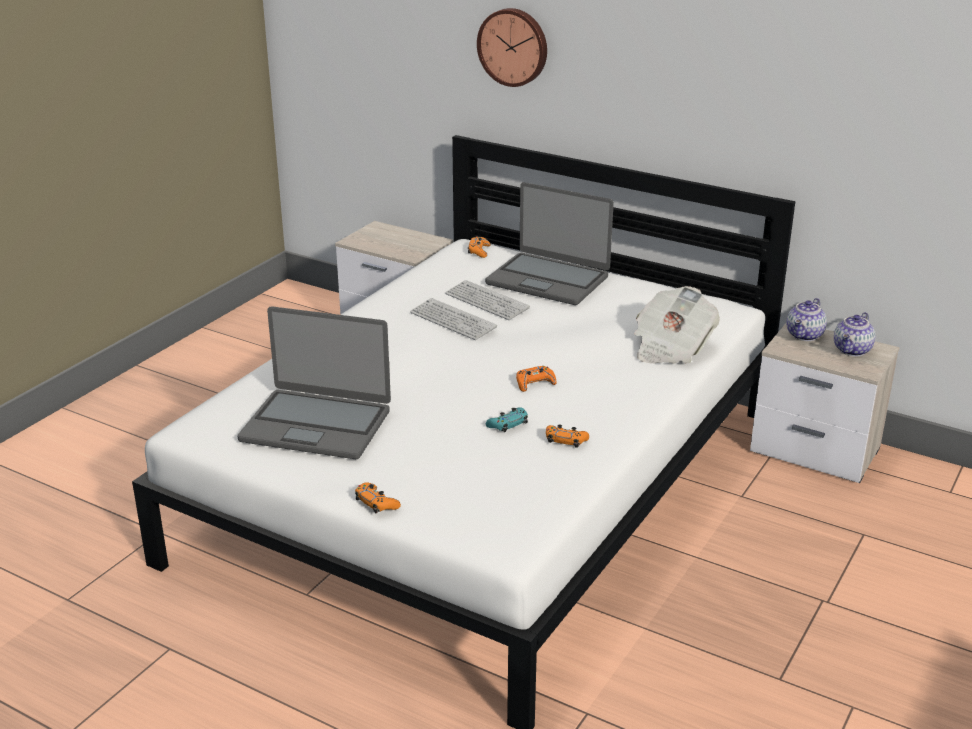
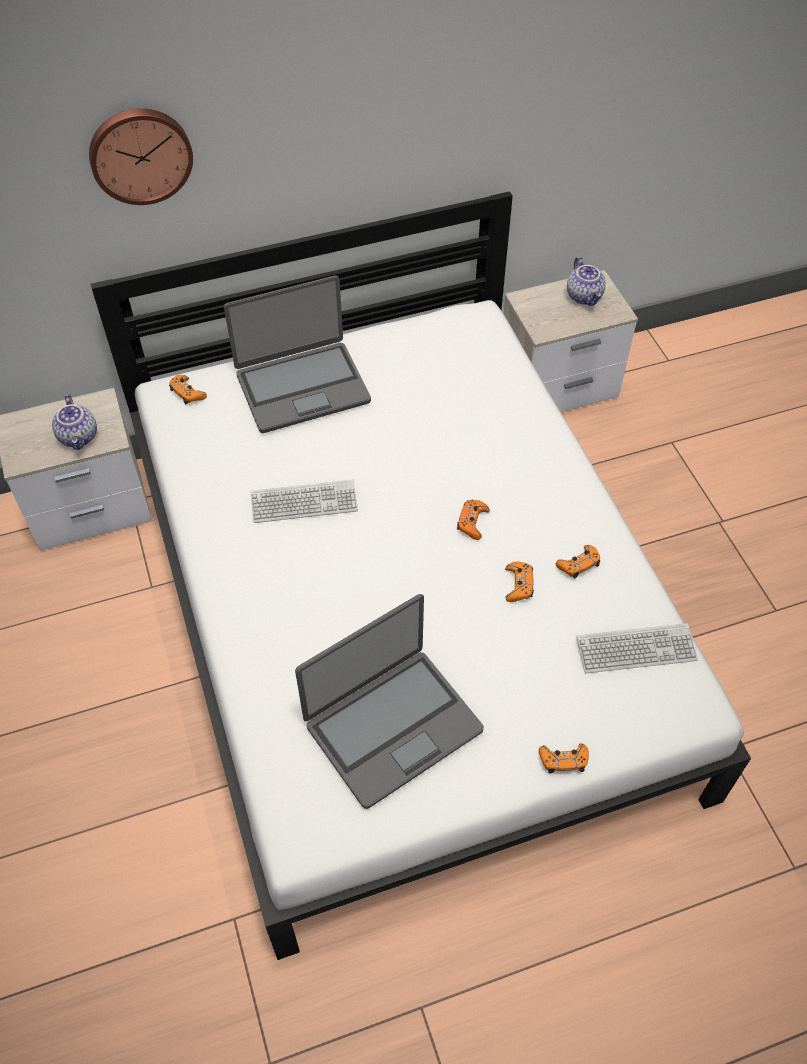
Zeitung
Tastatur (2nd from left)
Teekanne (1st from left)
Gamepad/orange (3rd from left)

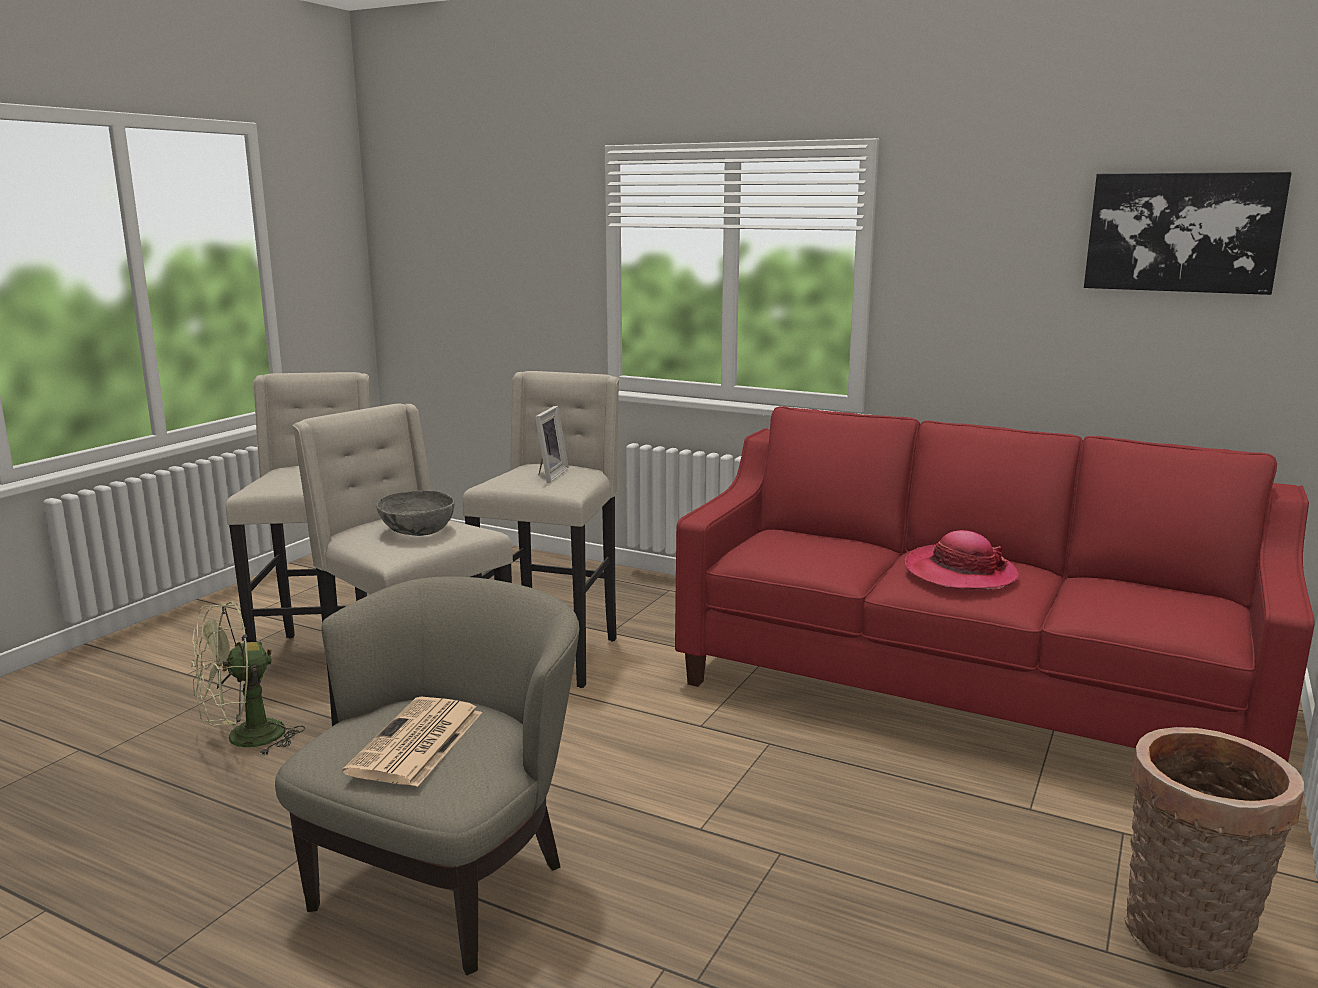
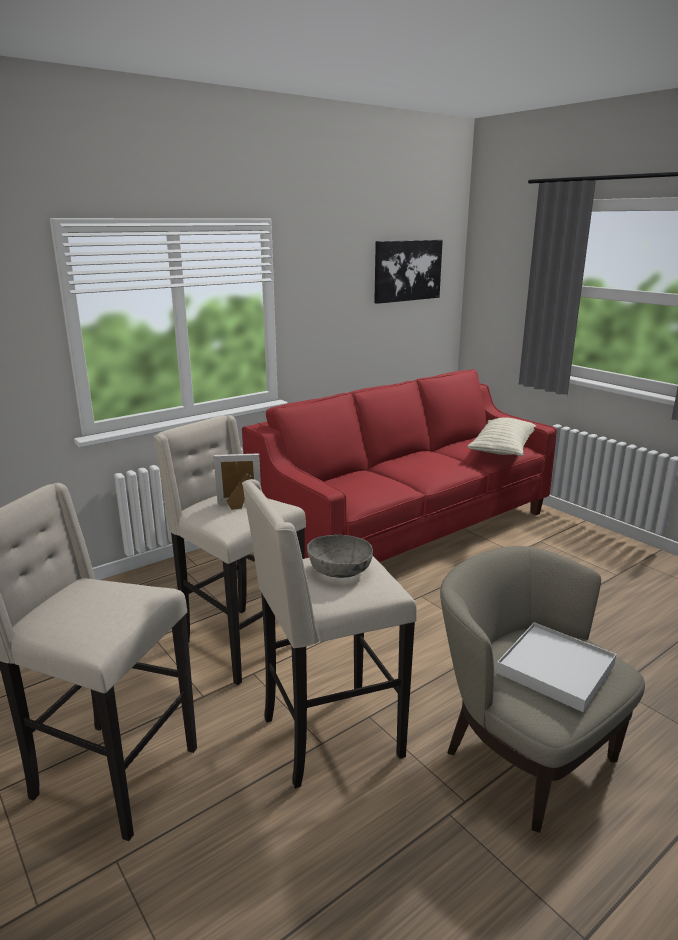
Ventilator/grün
Hut
Korb
Kissen
Tablett/weiß
Bilderrahmen

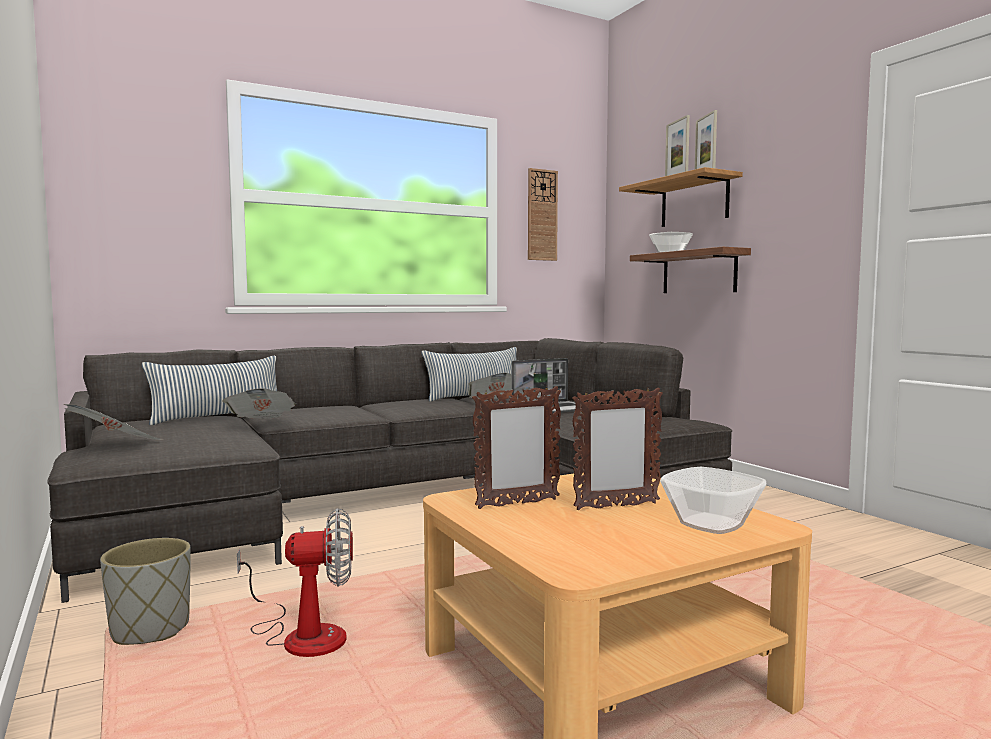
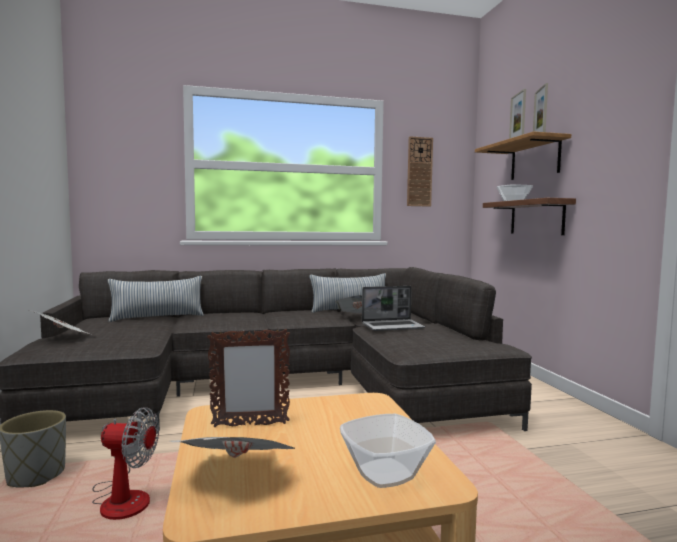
Bilderrahmen (2nd from left in the first image)
Zeitung (2nd from left)

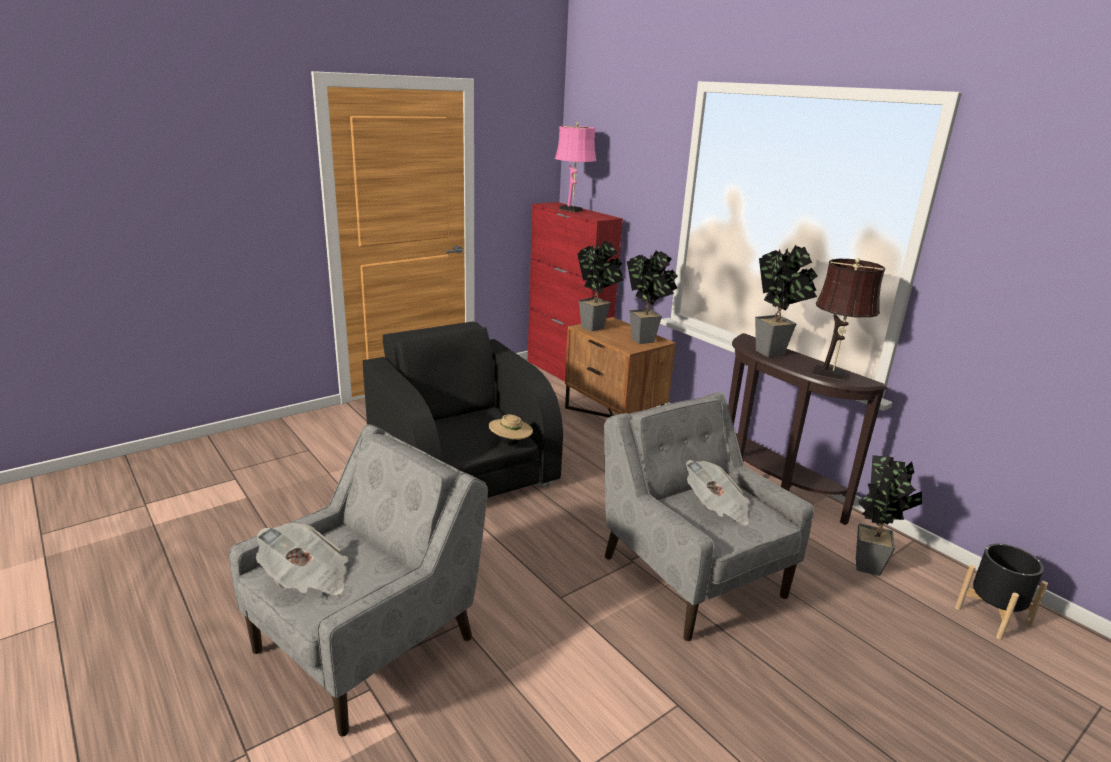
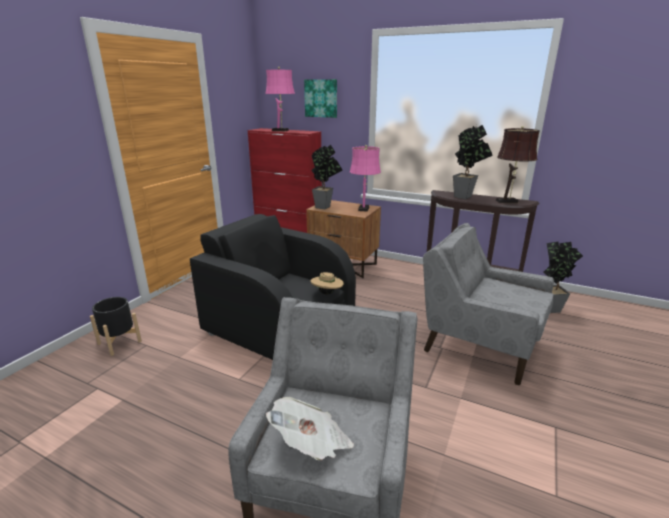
Zeitung (2nd from left in the first image)
Bild
Pflanzkübel/schwarz
Tischlampe/rosa (2nd from left)

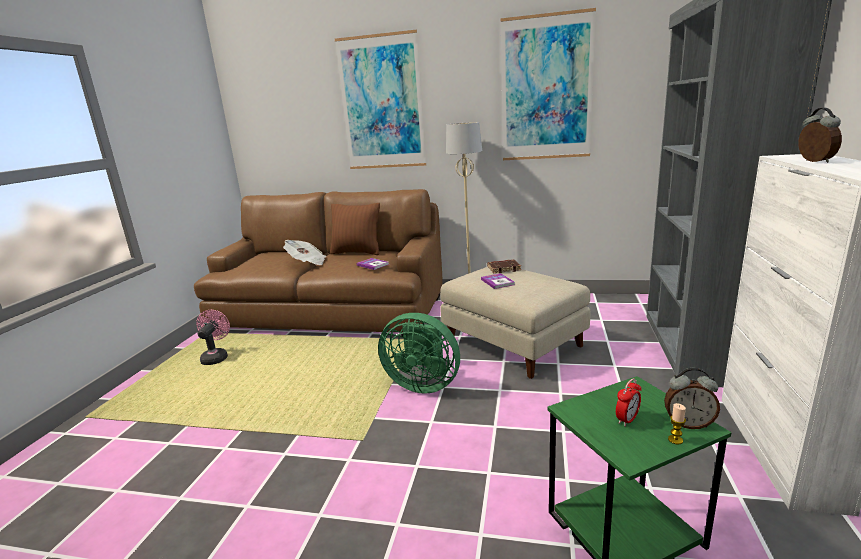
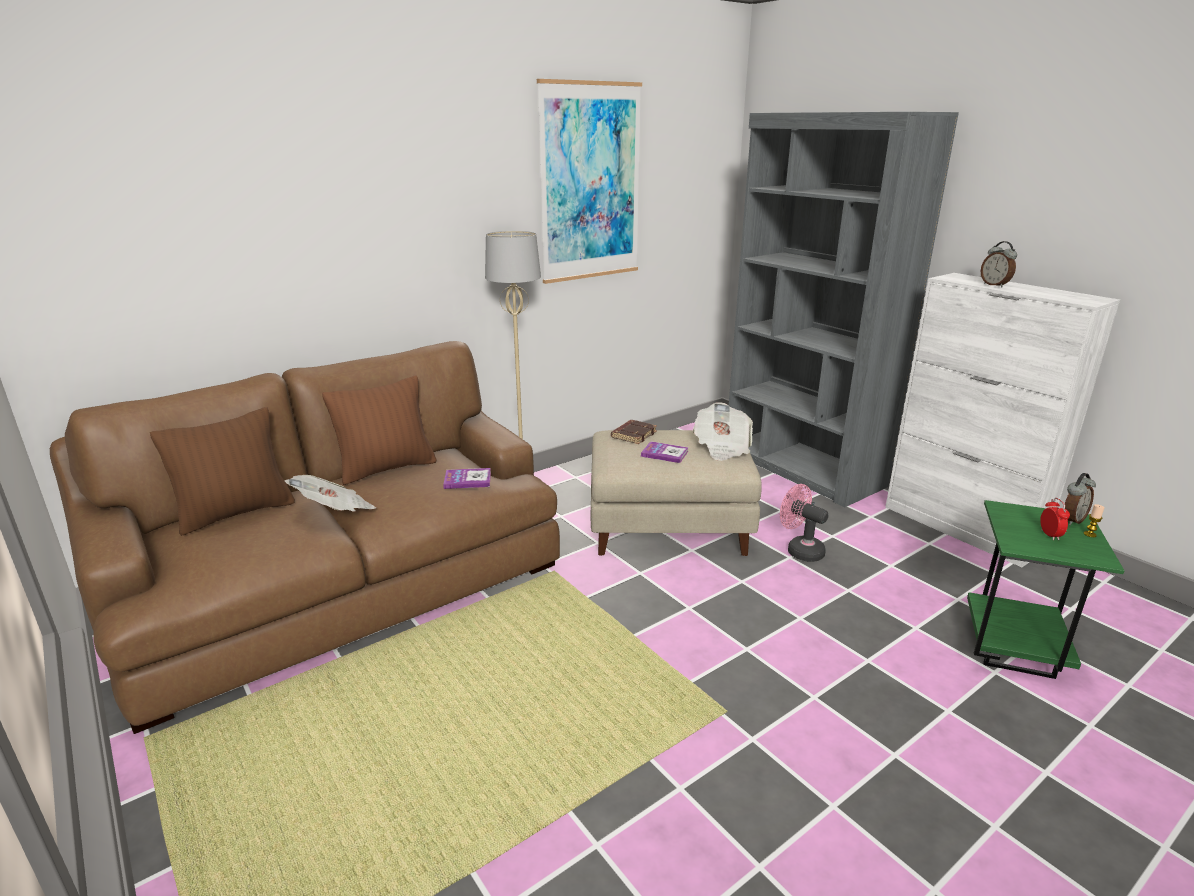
Bild (1st from left in the first image)
Ventilator/grün
Kissen/braun (1st from left)
Zeitung (2nd from left)
Ventilator/rosa
Wecker (1st from left)

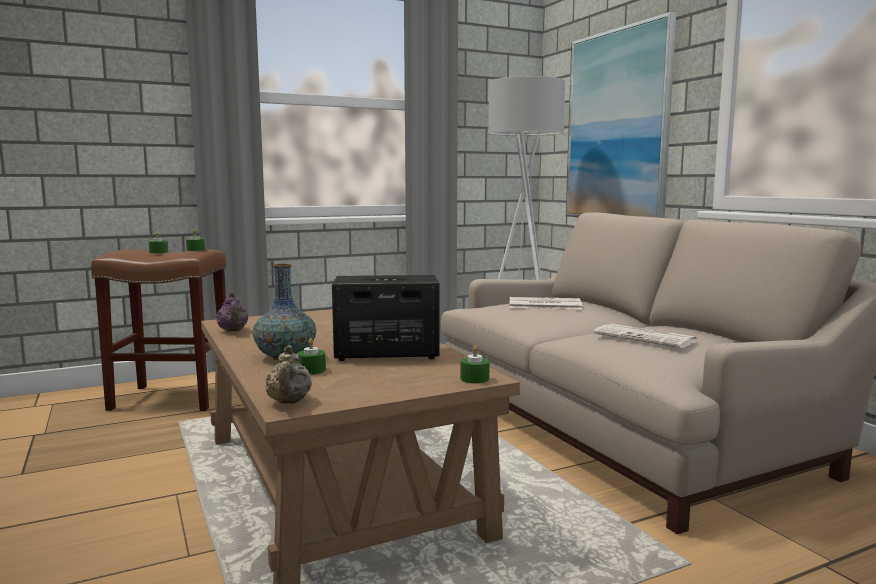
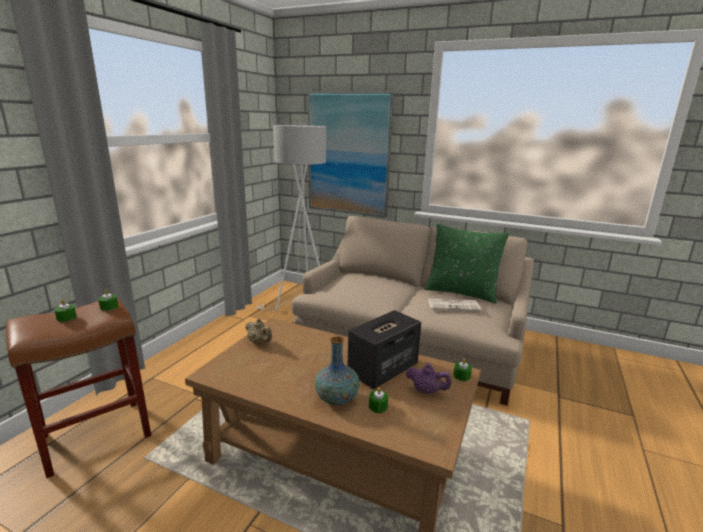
Zeitung (1st from left in the first image)
Kissen/grün
Teekanne/lila
Teekanne/beige

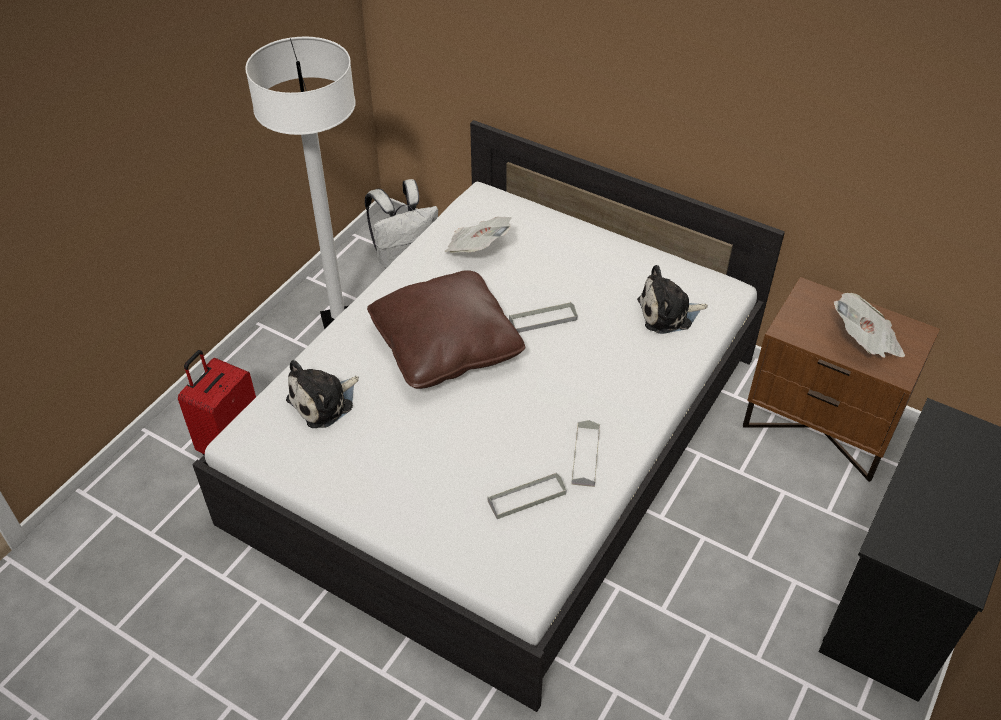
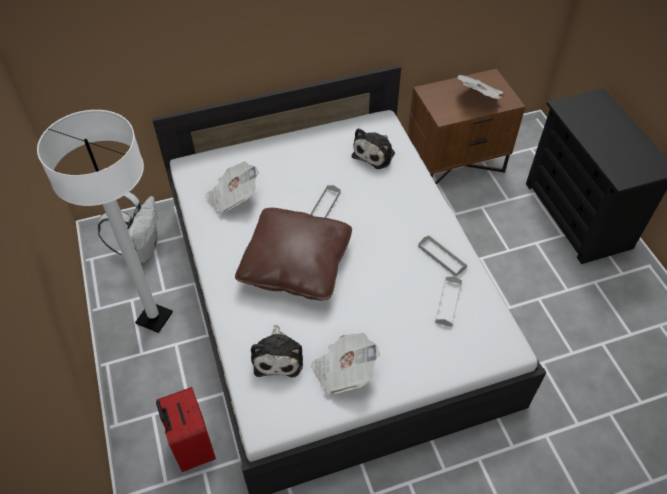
Zeitung (2nd from left)

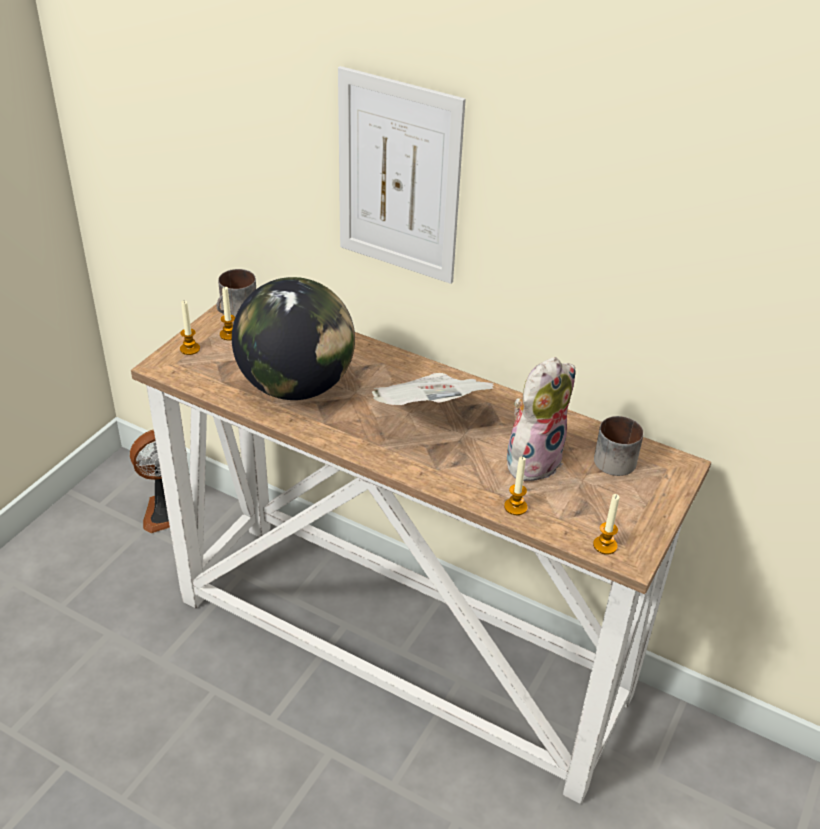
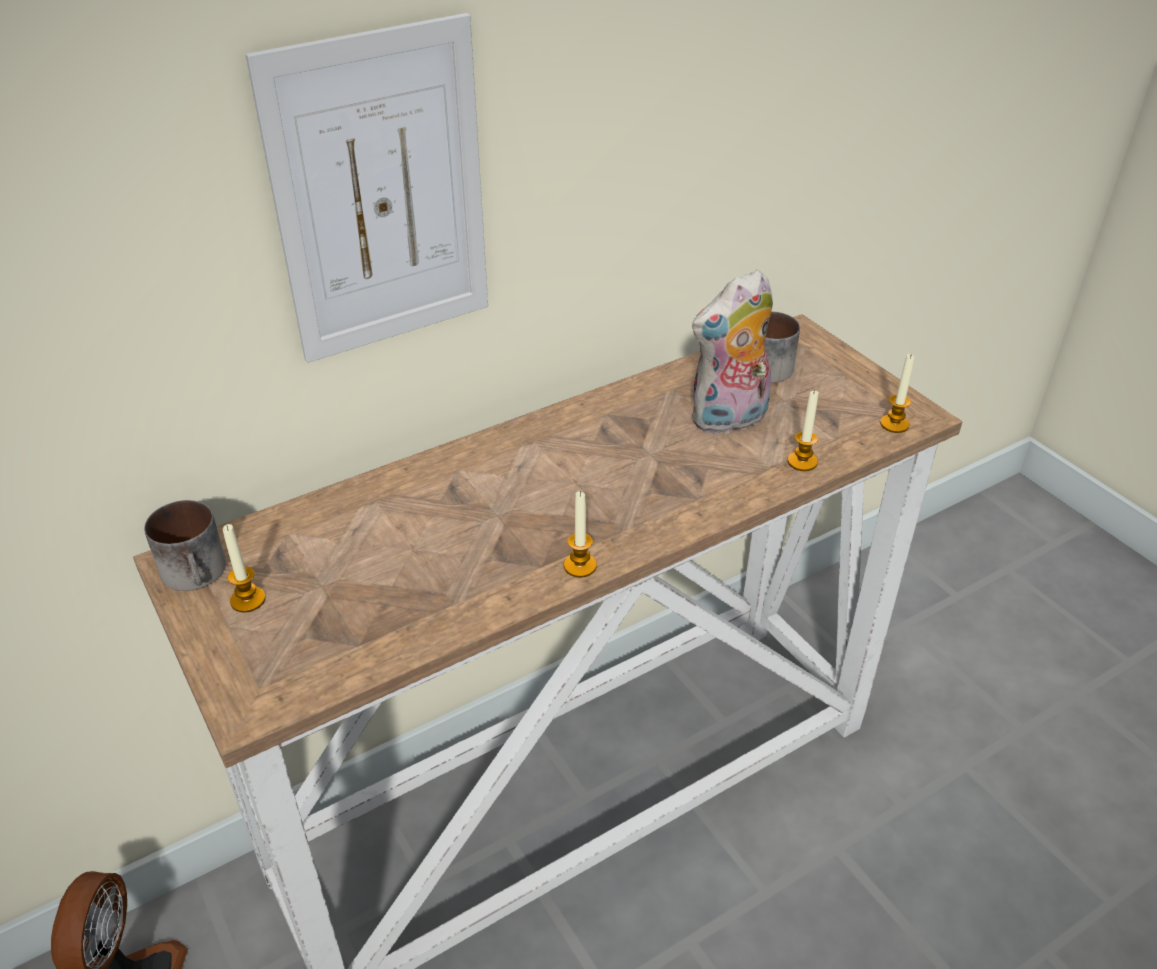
Globus
Zeitung
Kerze (2nd from left)
Plüschtier

